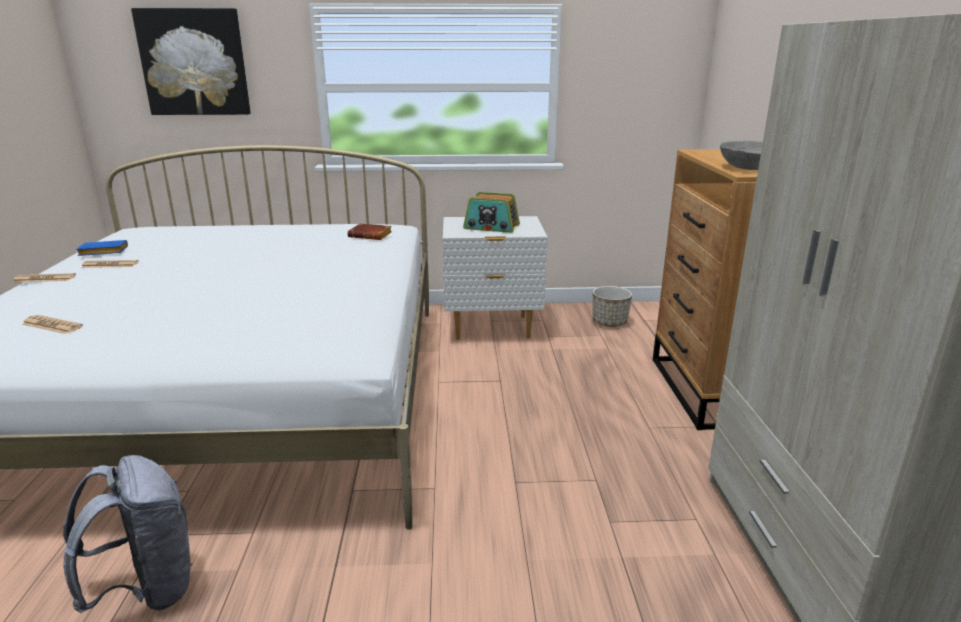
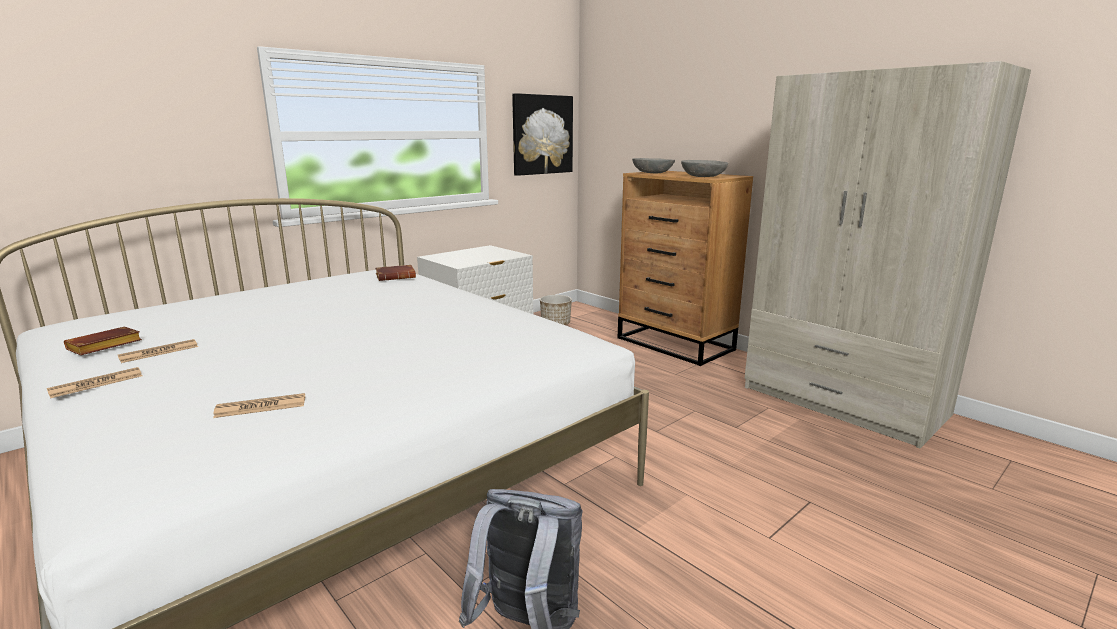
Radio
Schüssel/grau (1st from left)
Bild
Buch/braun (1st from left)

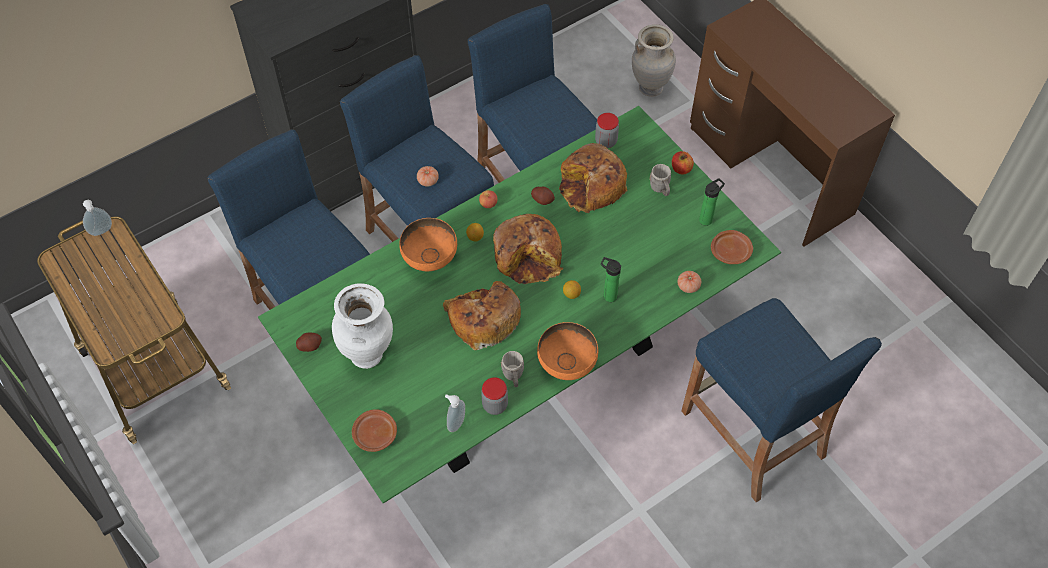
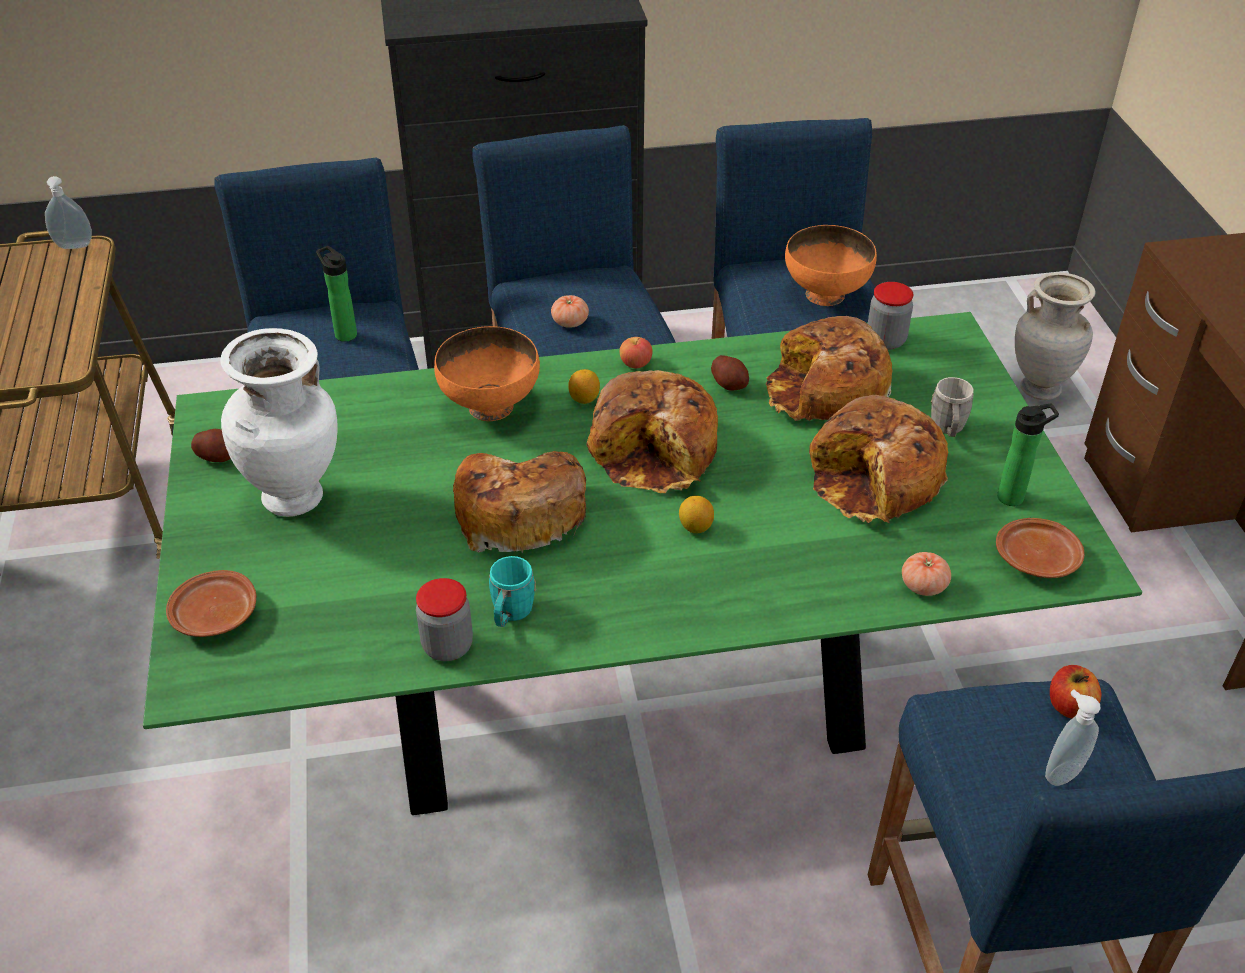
Brot (4th from left)
Seifenspender (2nd from left)
Schüssel/orange (2nd from left)
Flasche (1st from left)
Apfel (2nd from left)
Henkelbecher/türkis

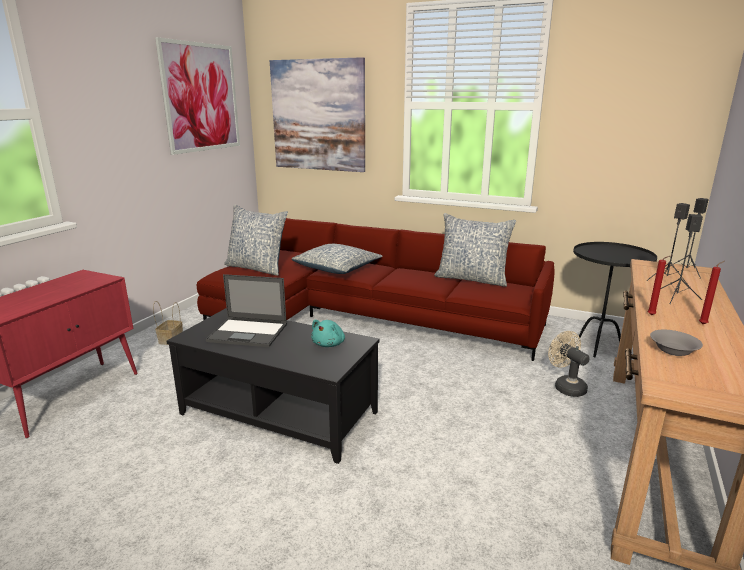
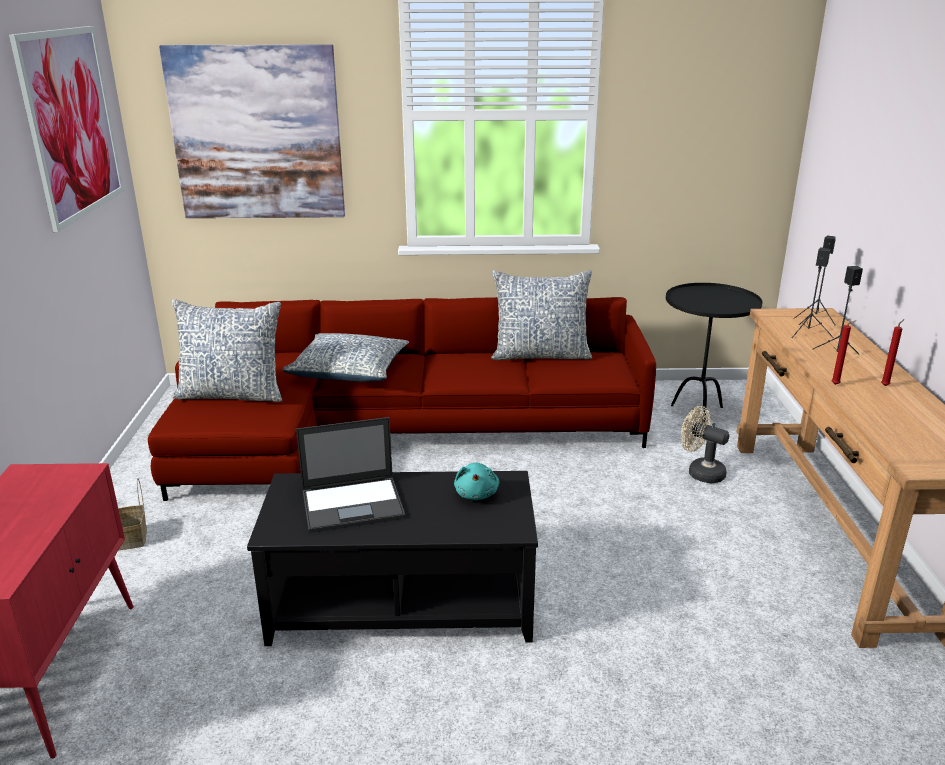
Schüssel/grau

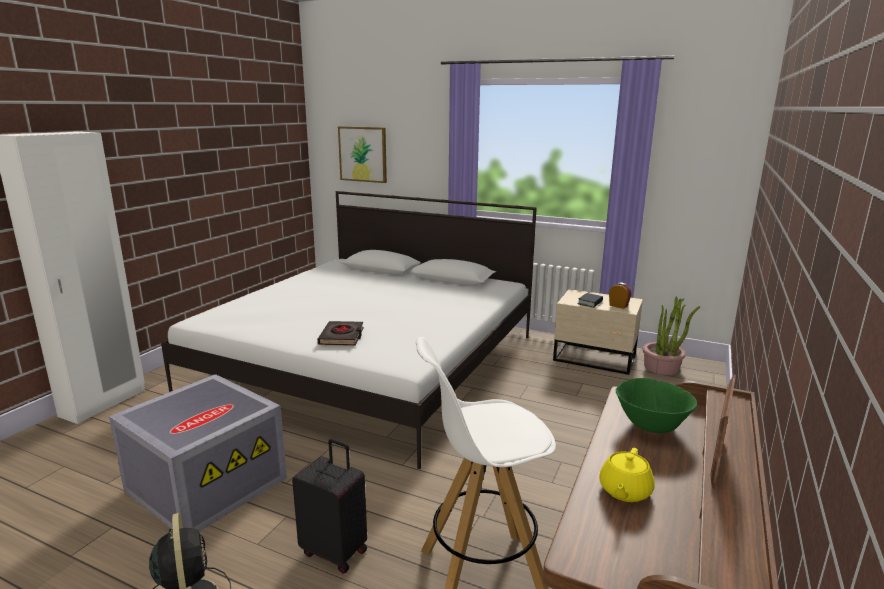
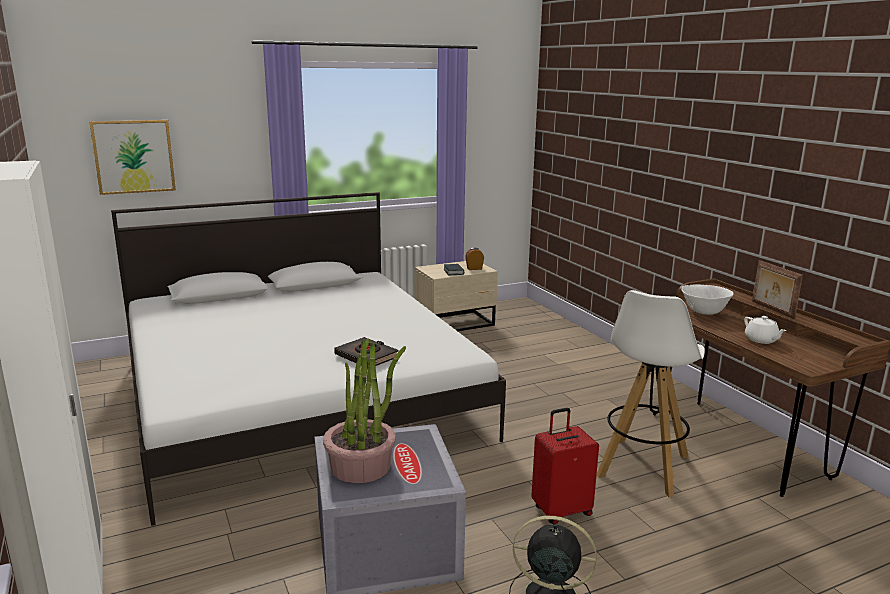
Topfpflanze
Koffer/rot
Teekanne/weiß
Schüssel/weiß

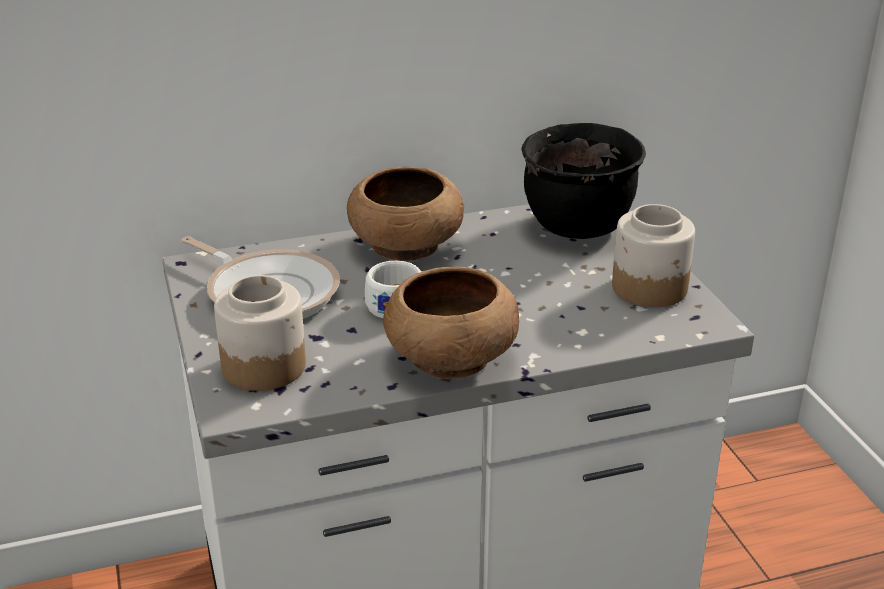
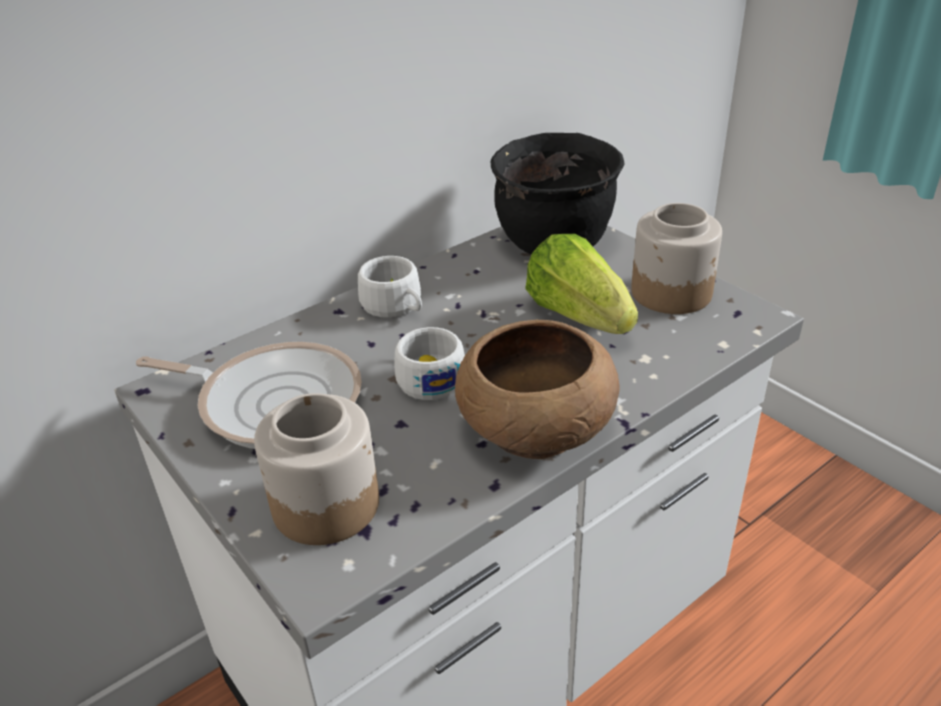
Salatkopf
Tasse/weiß (1st from left)

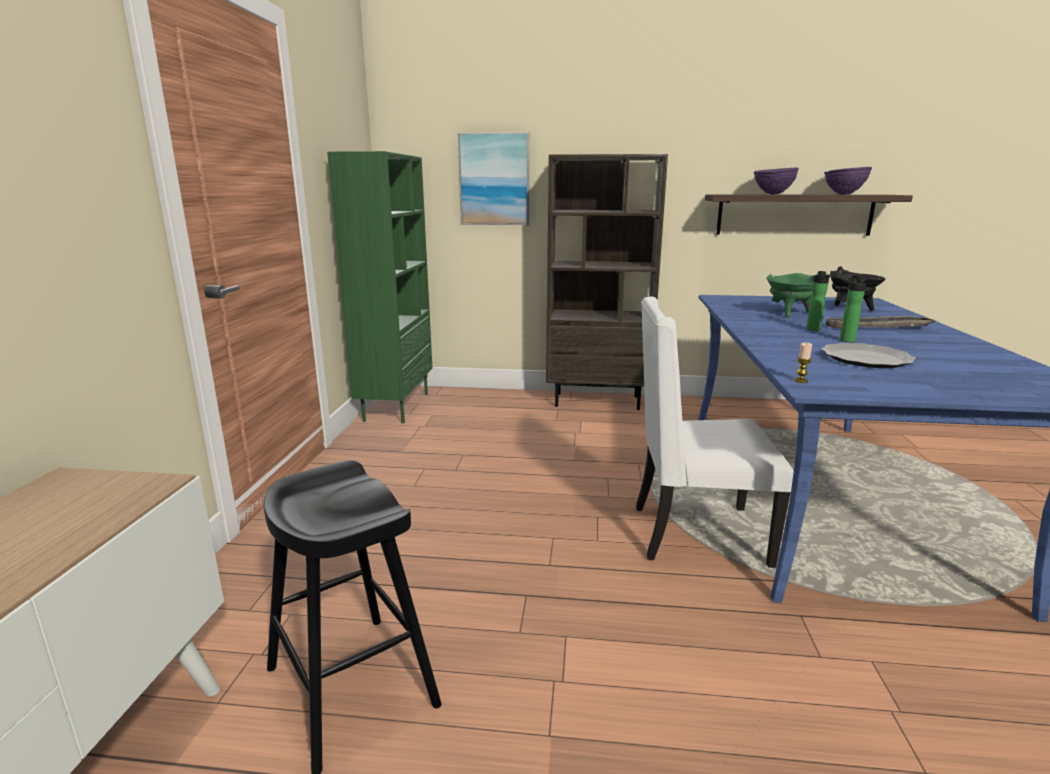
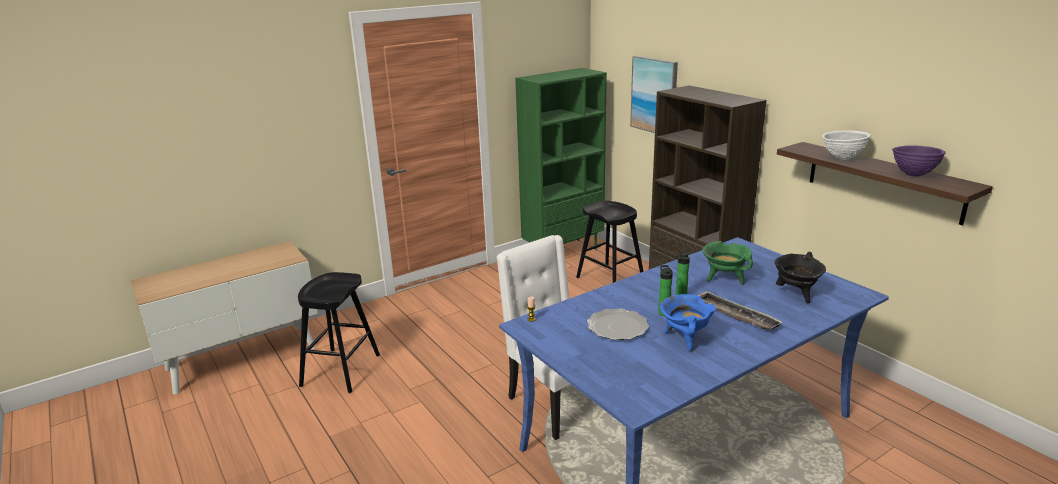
Hocker/schwarz (2nd from left)
Kochtopf/blau
Schüssel/weiß

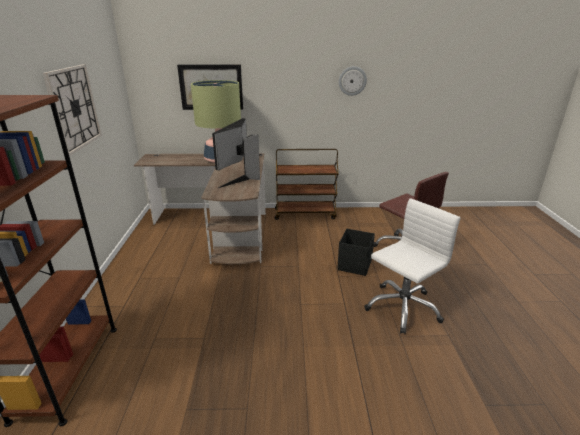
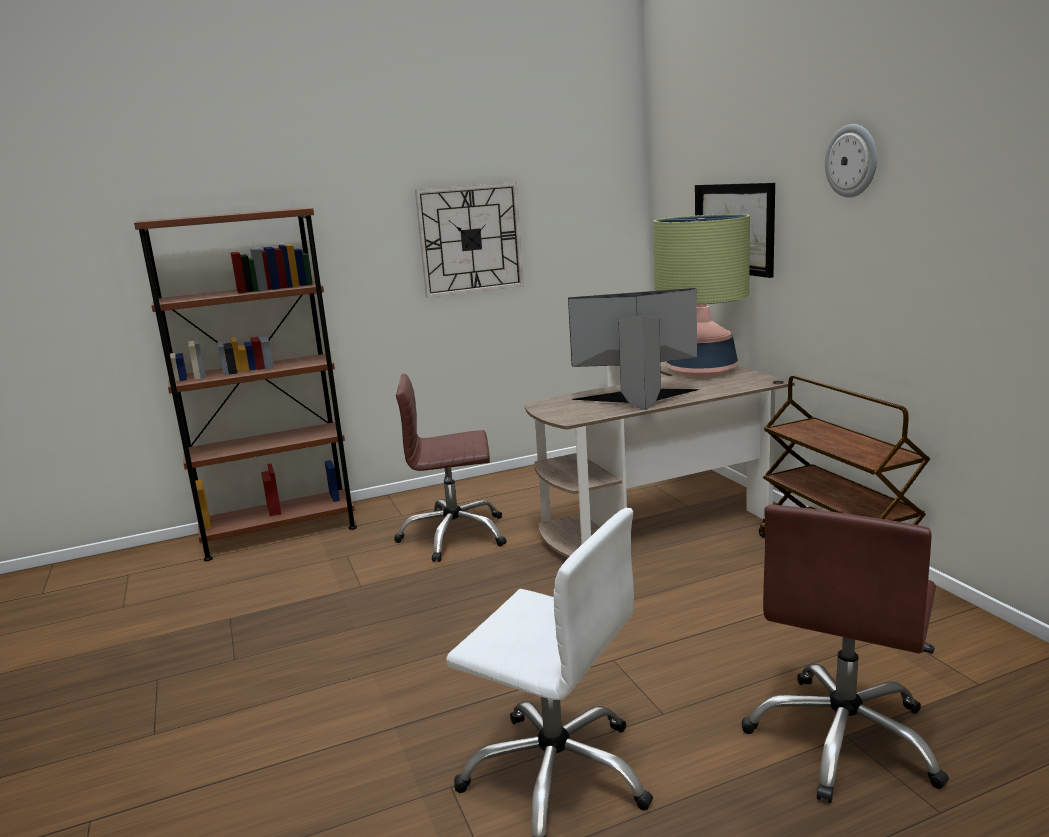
Aufbewahrungsbox/schwarz
Bürostuhl/braun (1st from left)
Wanduhr (2nd from left)

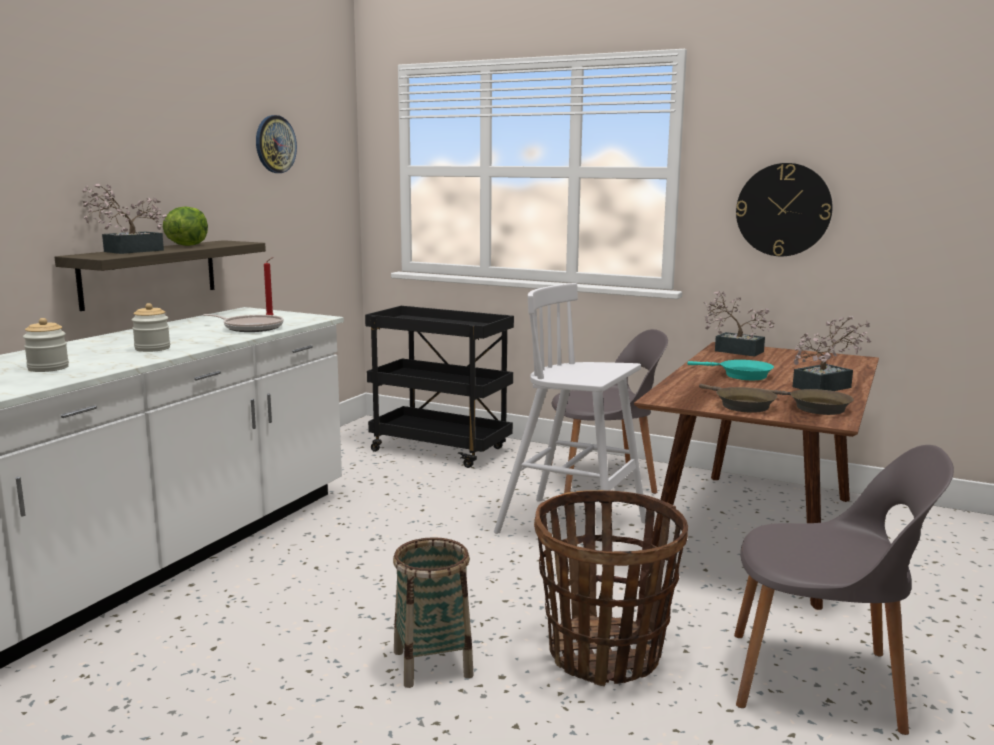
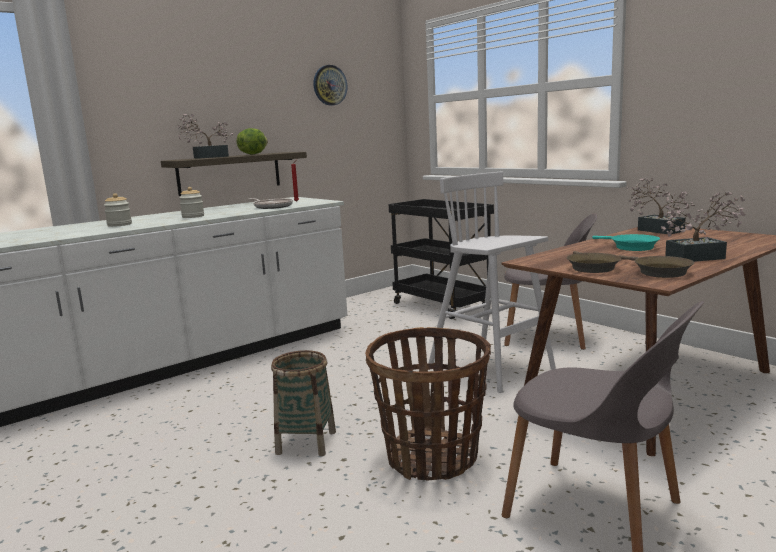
Wanduhr (2nd from left in the first image)

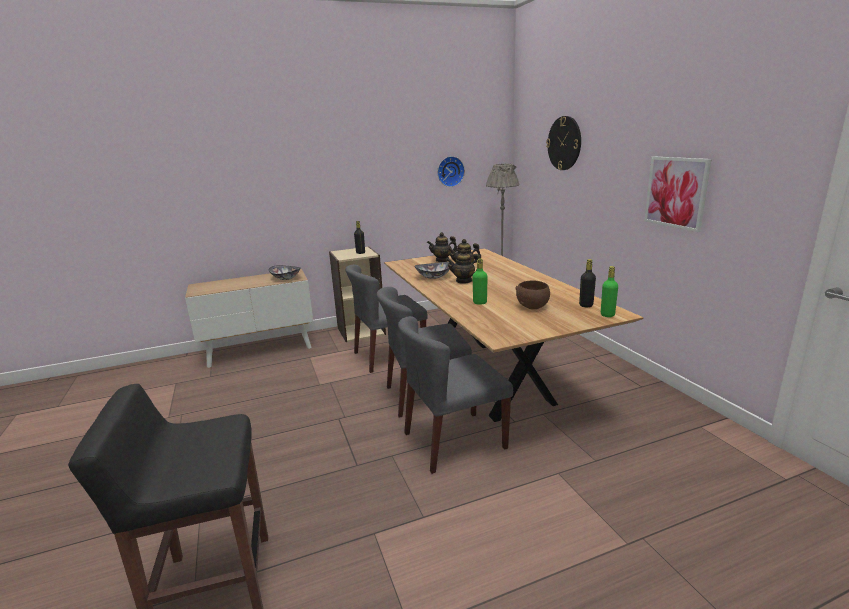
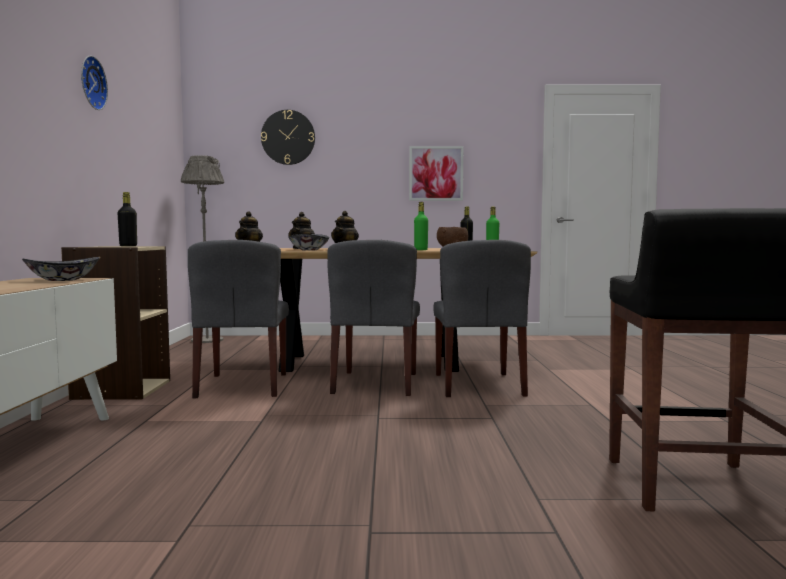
Wanduhr (1st from left)

